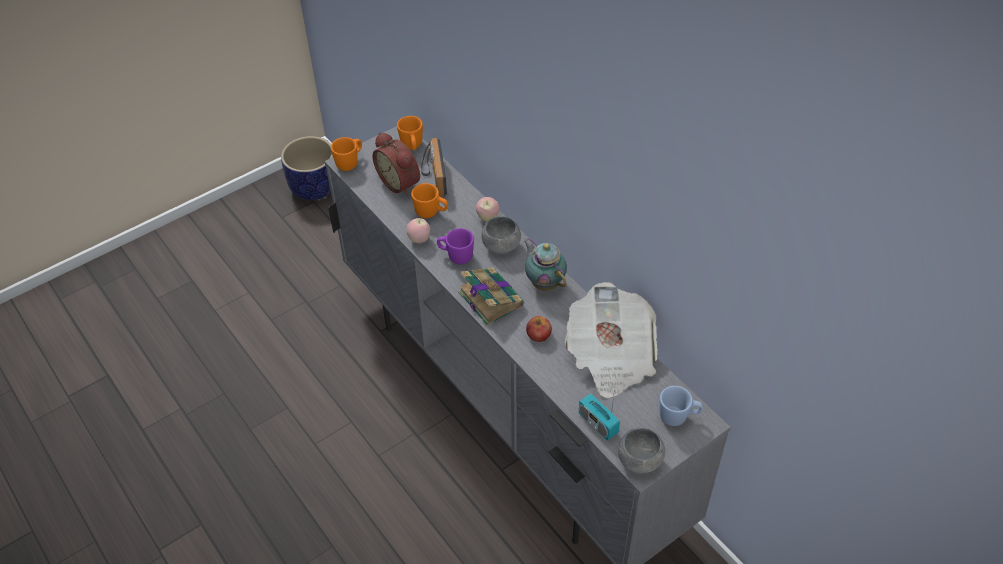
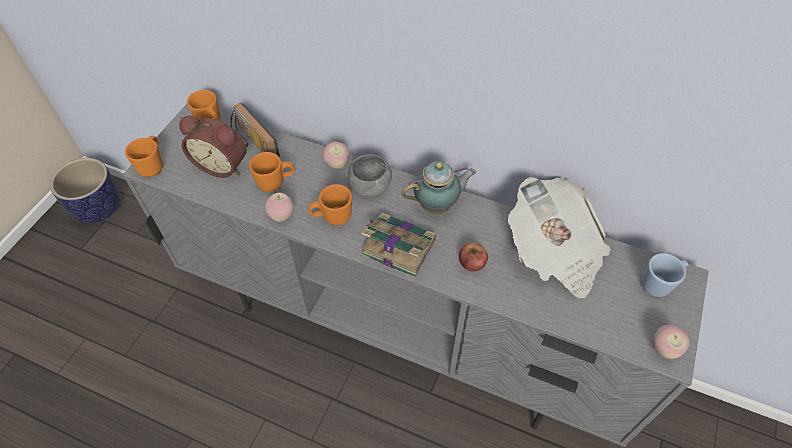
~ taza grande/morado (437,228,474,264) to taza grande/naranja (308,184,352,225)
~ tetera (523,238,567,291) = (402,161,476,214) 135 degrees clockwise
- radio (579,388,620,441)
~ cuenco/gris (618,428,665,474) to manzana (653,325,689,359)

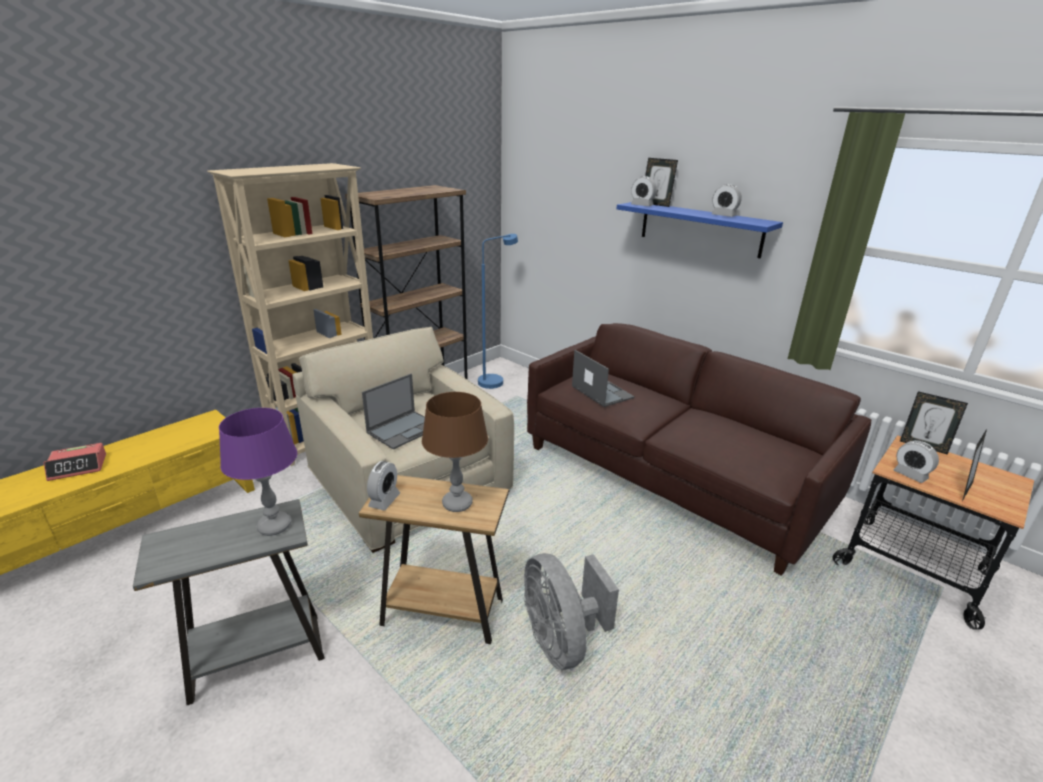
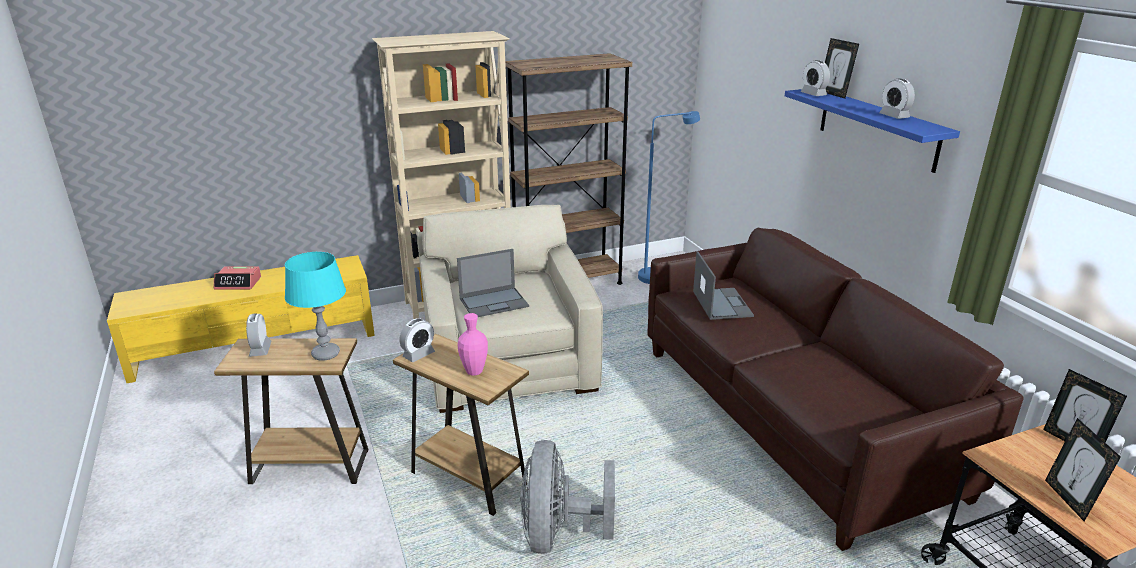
~ lámpara de mesa/marrón (422,392,488,512) to florero/rosa (457,313,488,376)
~ lámpara de mesa/morado (219,408,297,536) to lámpara de mesa/turquesa (285,252,346,361)
~ portarretratos (962,429,987,501) = (1045,418,1121,521) 105 degrees clockwise
~ despertador (893,440,939,483) to (246,313,271,357)
~ mesa auxiliar/gris (133,499,325,705) to mesa auxiliar/marrón (214,338,369,484)

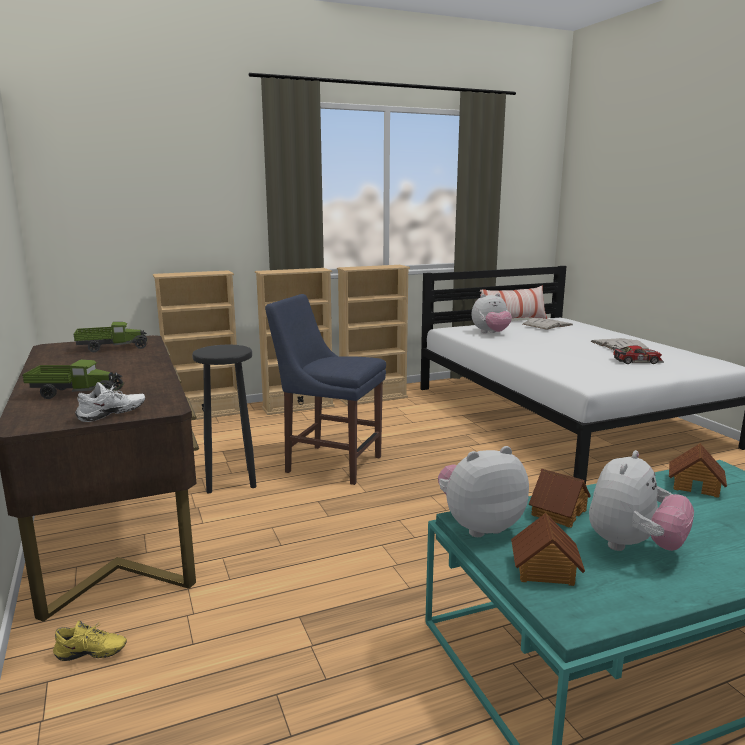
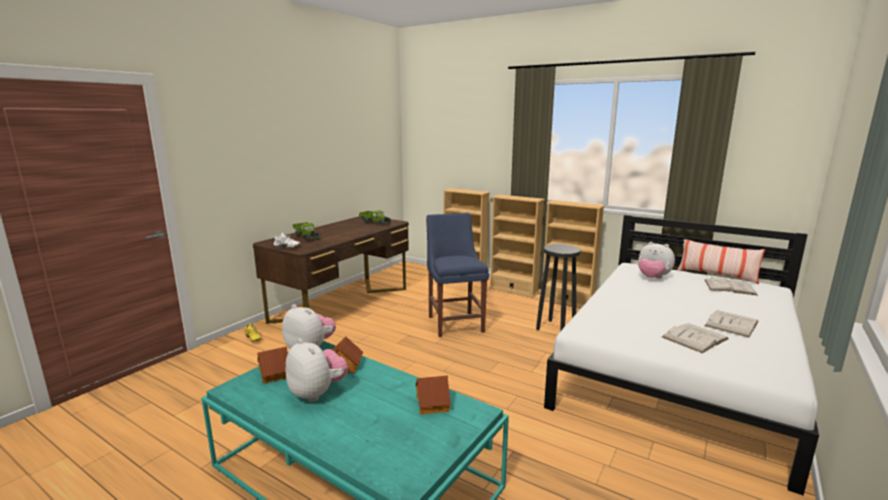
~ taburete/negro (192,345,257,493) to (536,244,581,331)
~ coche de juguete (612,346,664,364) to libro/blanco (662,323,729,353)
~ peluche (589,450,694,551) = (285,338,348,402) 135 degrees counterclockwise

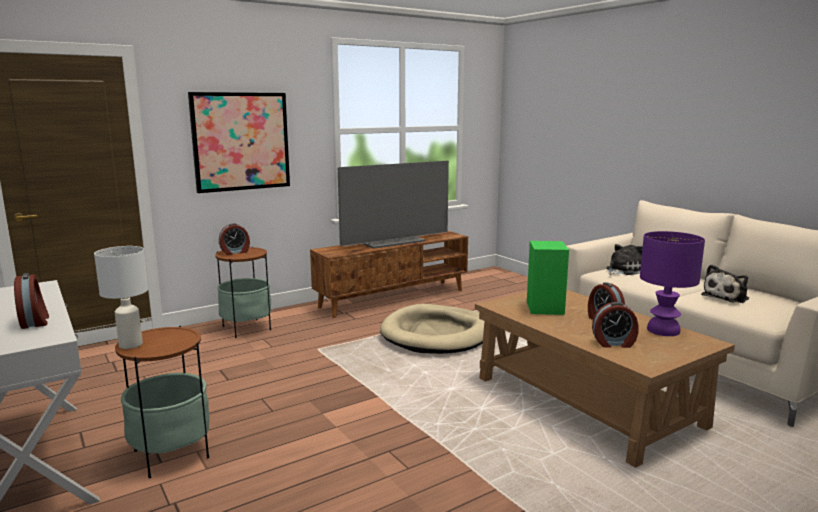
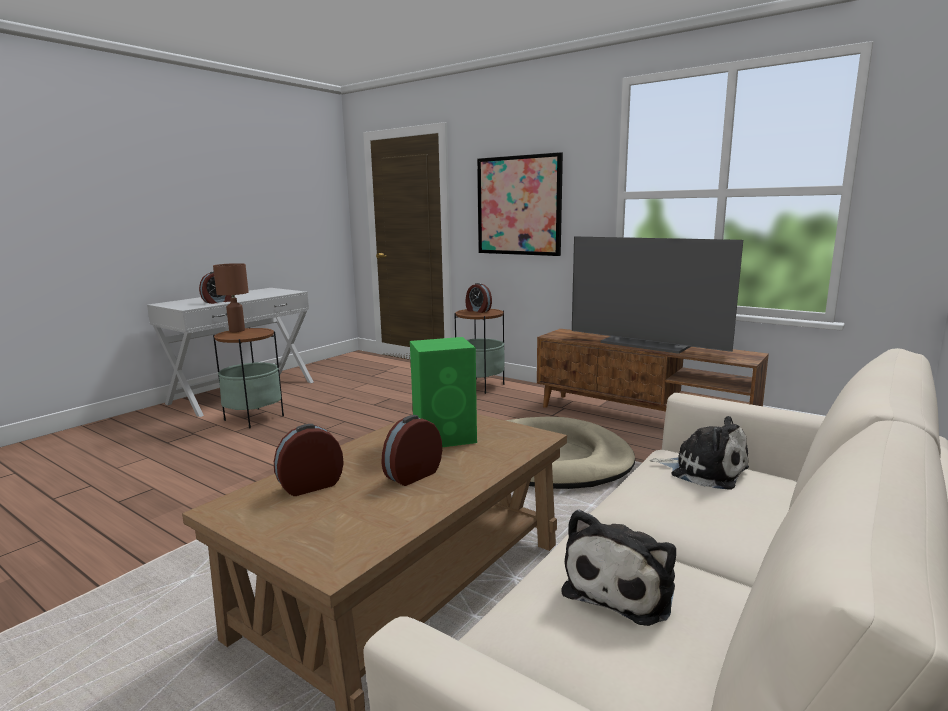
- lámpara de mesa/morado (640,231,705,336)
~ lámpara de mesa/blanco (94,246,148,349) to lámpara de mesa/marrón (213,263,249,332)
~ peluche (701,265,749,303) = (562,509,676,626) 90 degrees counterclockwise
~ despertador (592,302,639,348) = (274,424,344,496) 75 degrees clockwise

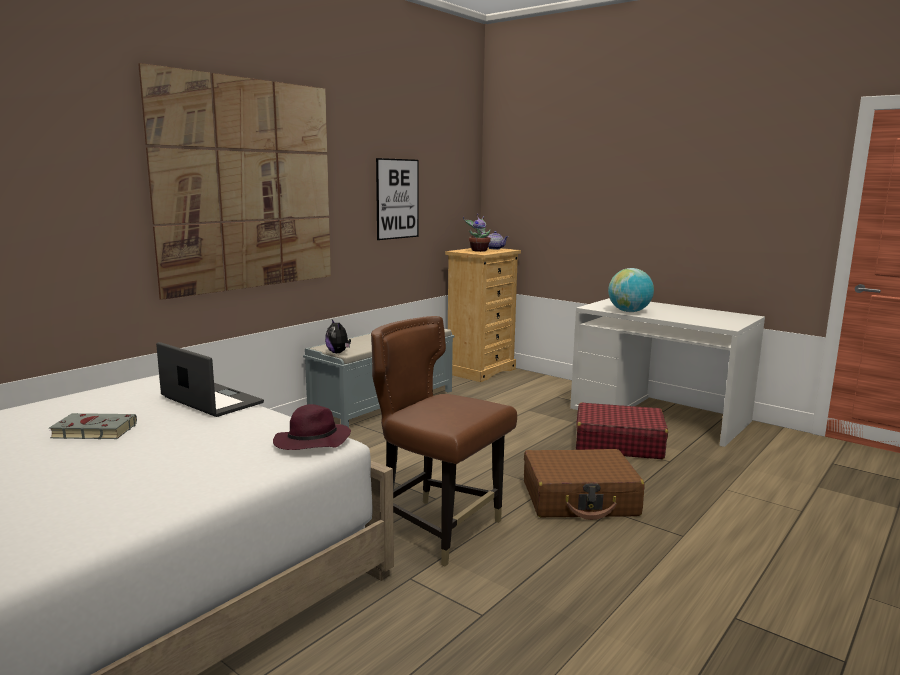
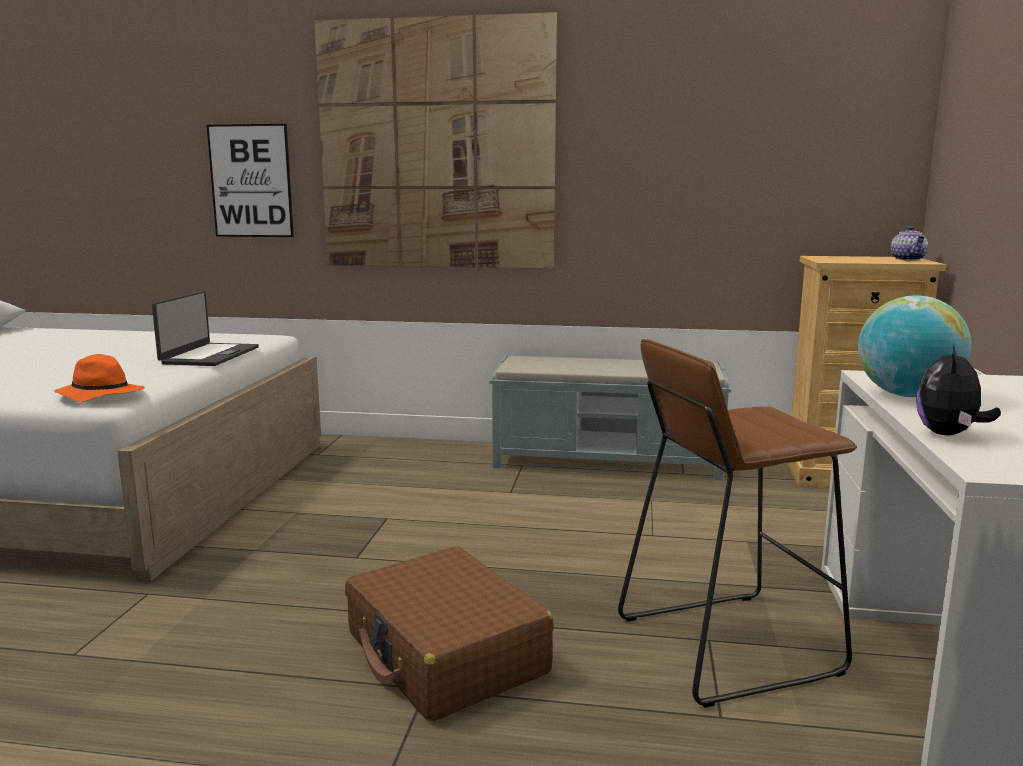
~ cuadro (376,158,419,240) to (207,124,294,237)
- planta en maceta (463,214,491,252)
- silla/marrón (371,316,517,566)
~ peluche (325,320,351,353) to (916,345,1001,435)
~ maleta/rojo (576,403,668,459) to taburete/marrón (618,339,857,708)
~ sombrero/morado (273,404,351,450) to sombrero/naranja (54,354,145,402)
- libro/gris (49,413,137,439)

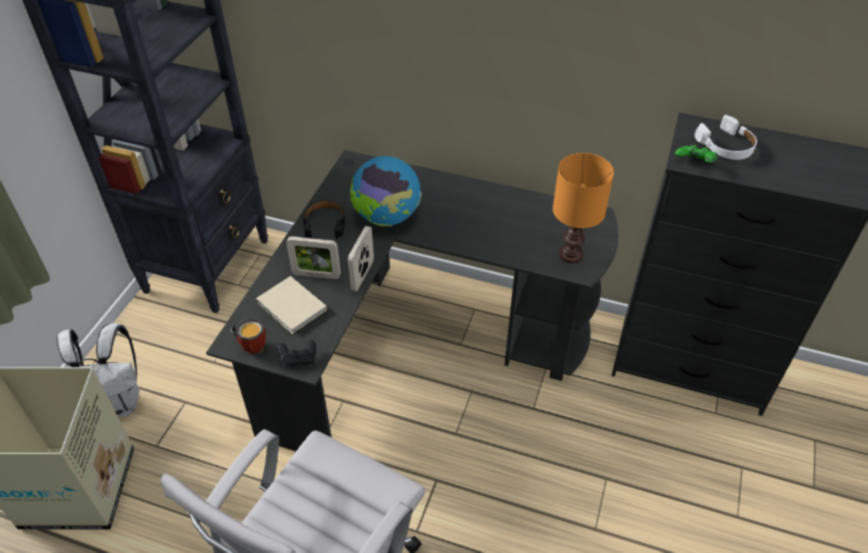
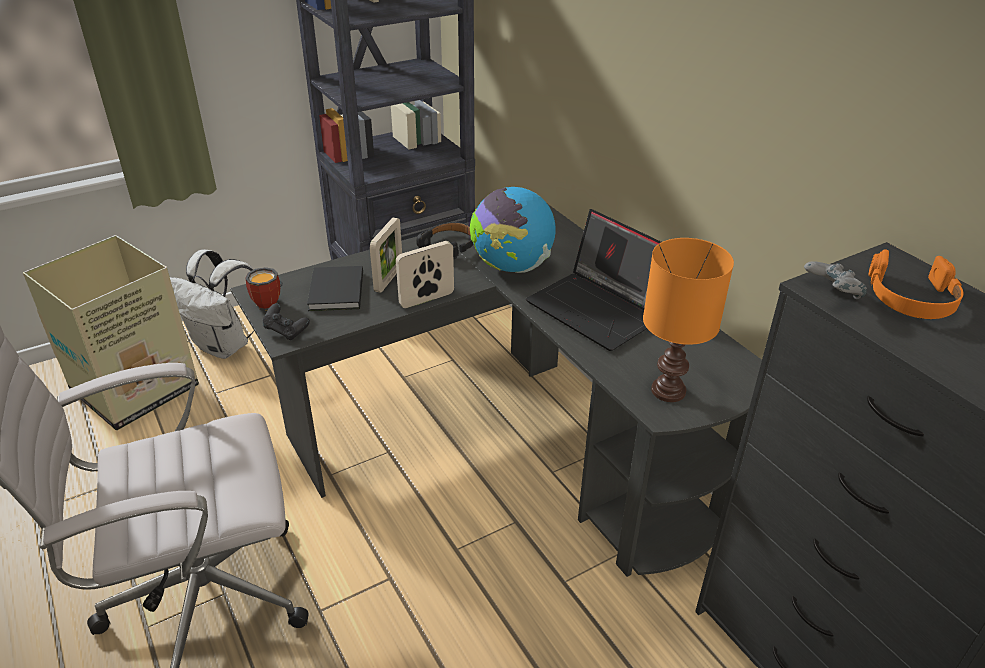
~ auriculares/blanco (695,115,757,160) to auriculares/naranja (869,249,964,319)
~ mando de consola/verde (675,145,717,163) to mando de consola/gris (804,261,867,299)
~ portarretratos (286,236,341,279) = (370,217,402,293) 120 degrees counterclockwise
~ libro/beis (256,276,327,334) to libro/negro (307,266,363,311)
+ portátil (526,209,661,351)

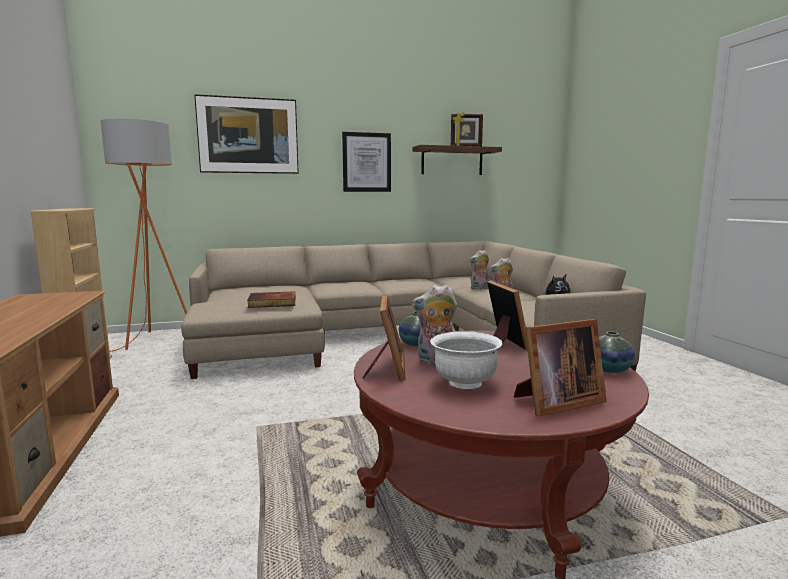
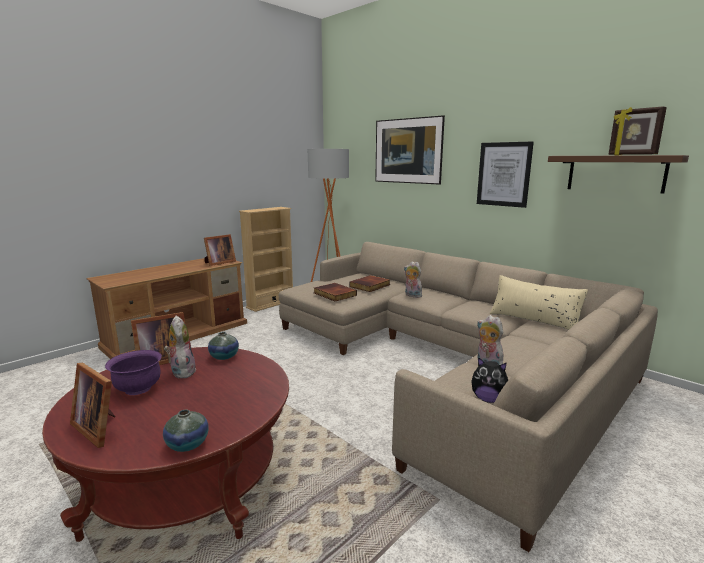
~ peluche (469,250,490,290) to (404,261,422,298)
~ portarretratos (487,280,527,350) to (204,234,236,266)
~ cuenco/blanco (430,331,503,389) to cuenco/morado (105,350,162,395)
+ libro (349,275,390,292)
+ cojín/beis (489,275,588,330)

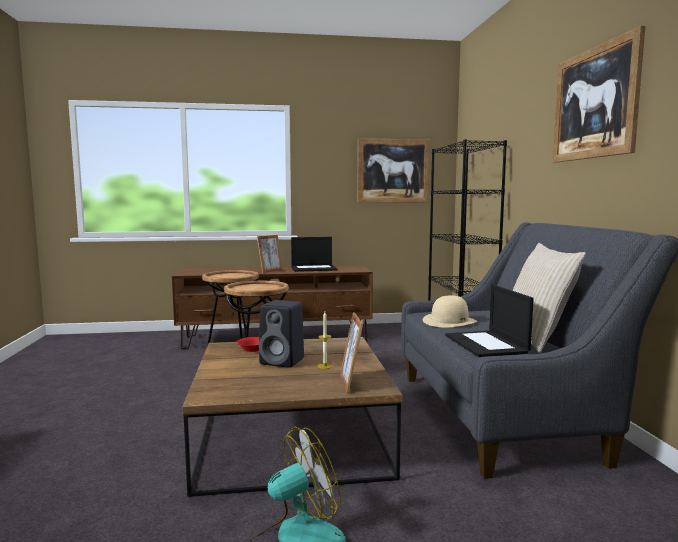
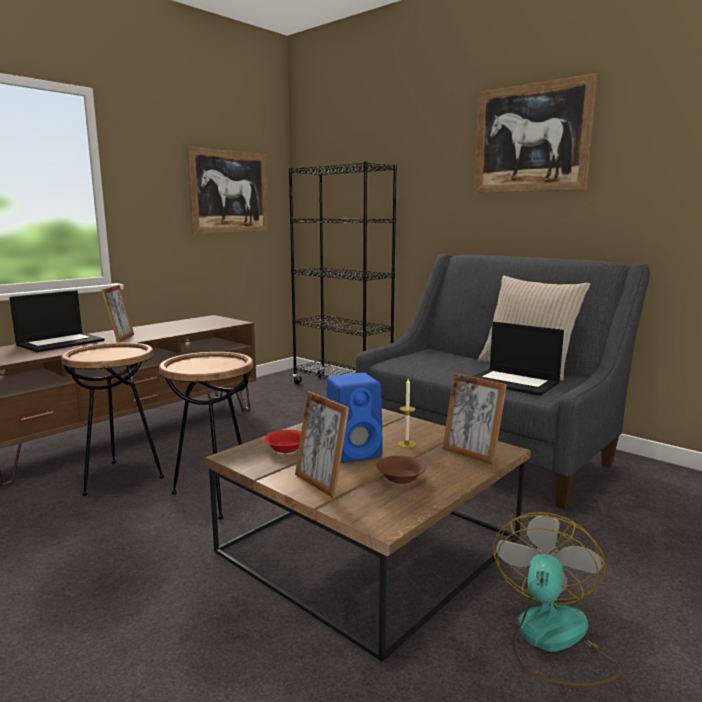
~ portátil (291,237,338,272) to (9,290,104,352)
- sombrero/beis (423,295,477,327)
~ altavoz/negro (259,300,304,368) to altavoz/azul (327,373,383,463)
+ portarretratos (295,391,349,498)
+ cuenco/marrón (377,456,426,484)

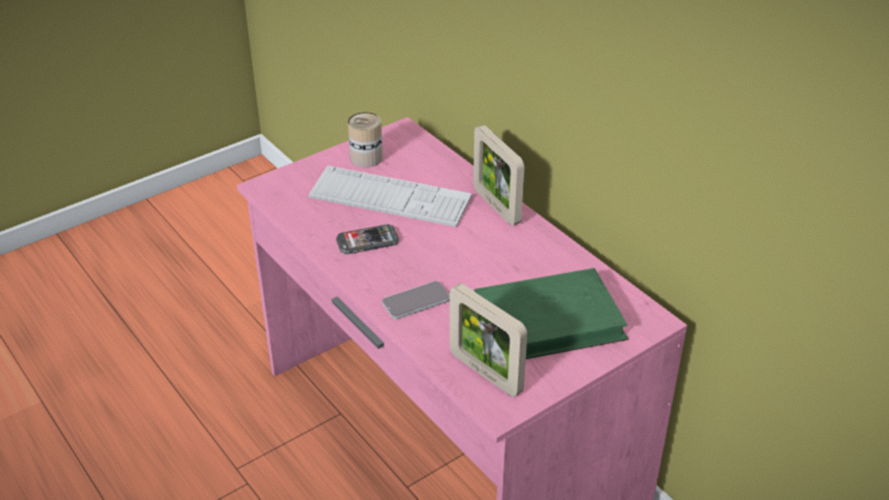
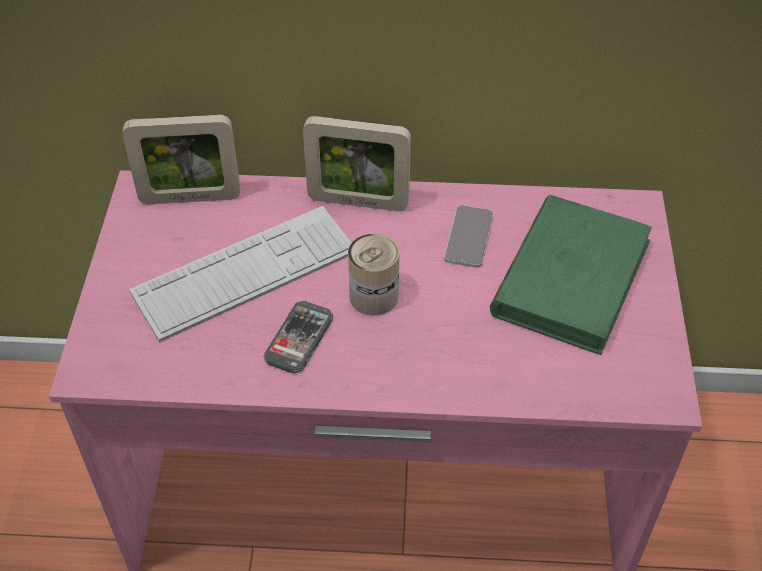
~ lata (348,112,383,168) to (348,234,399,316)
~ móvil (382,281,450,319) to (444,205,493,268)
~ portarretratos (450,283,527,397) to (122,115,240,204)

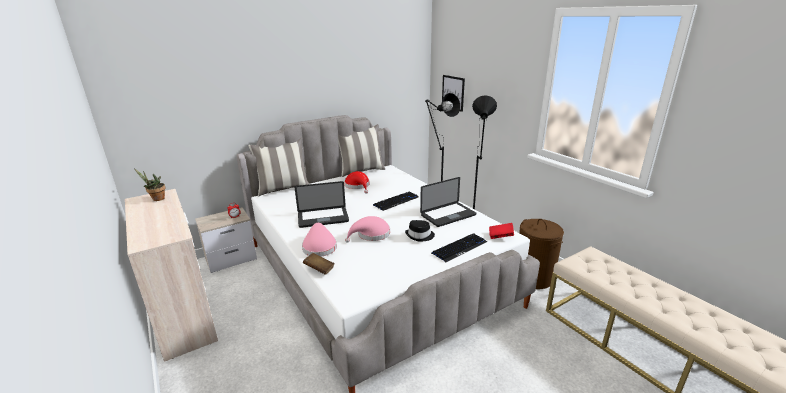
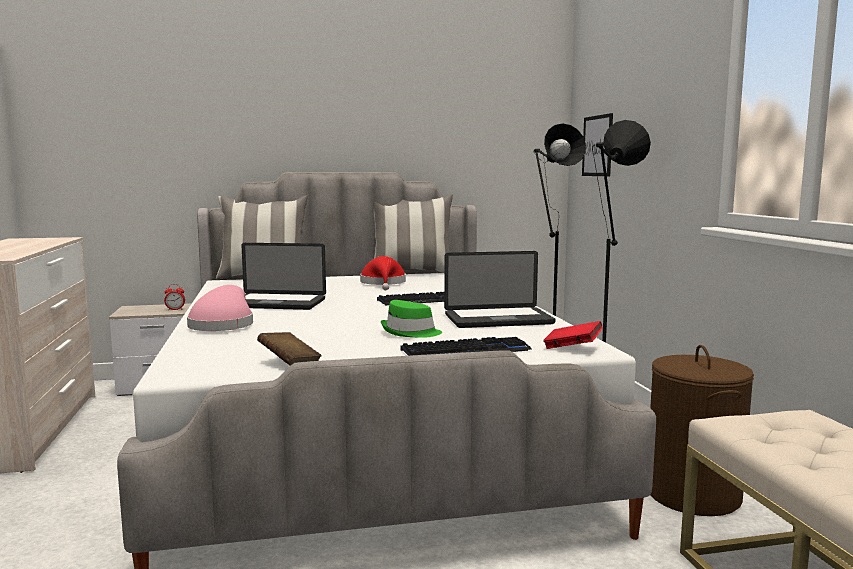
- planta en maceta (134,169,165,201)
- sombrero/rosa (345,216,390,243)
~ sombrero/negro (405,220,435,242) to sombrero/verde (381,300,442,338)
~ libro/marrón (303,253,335,275) to (257,332,322,366)

